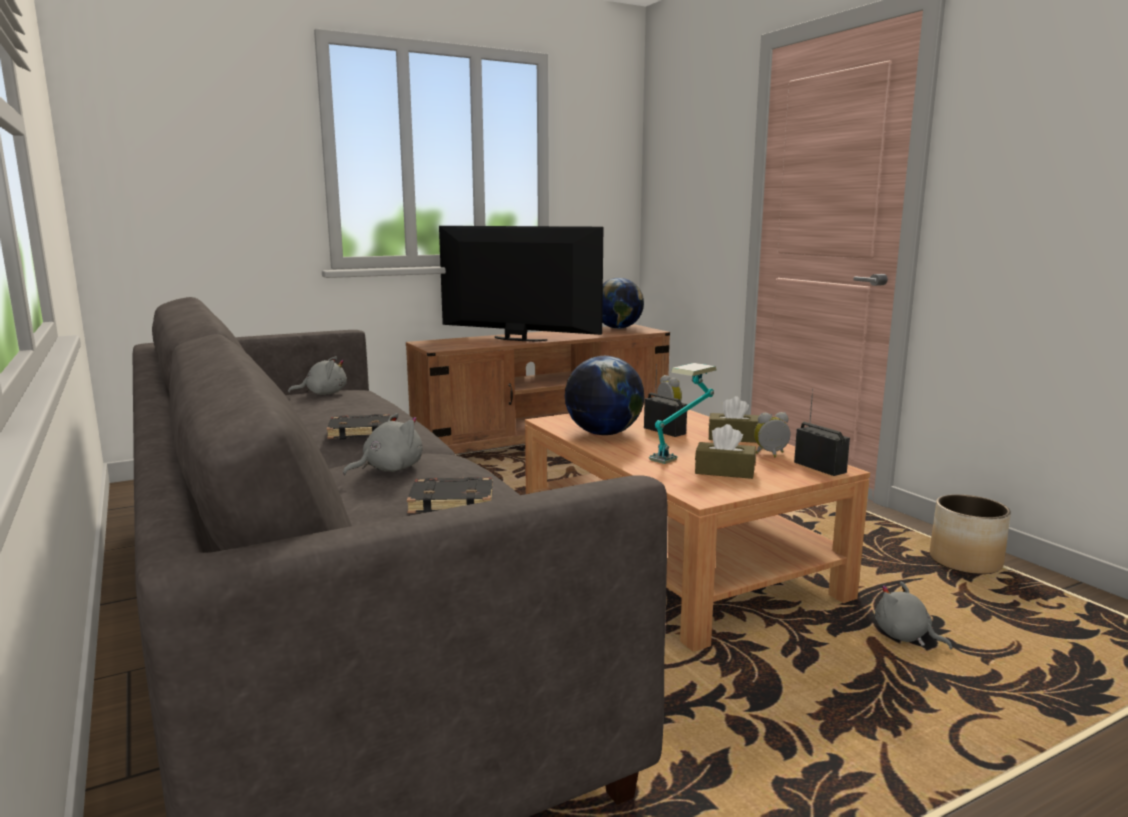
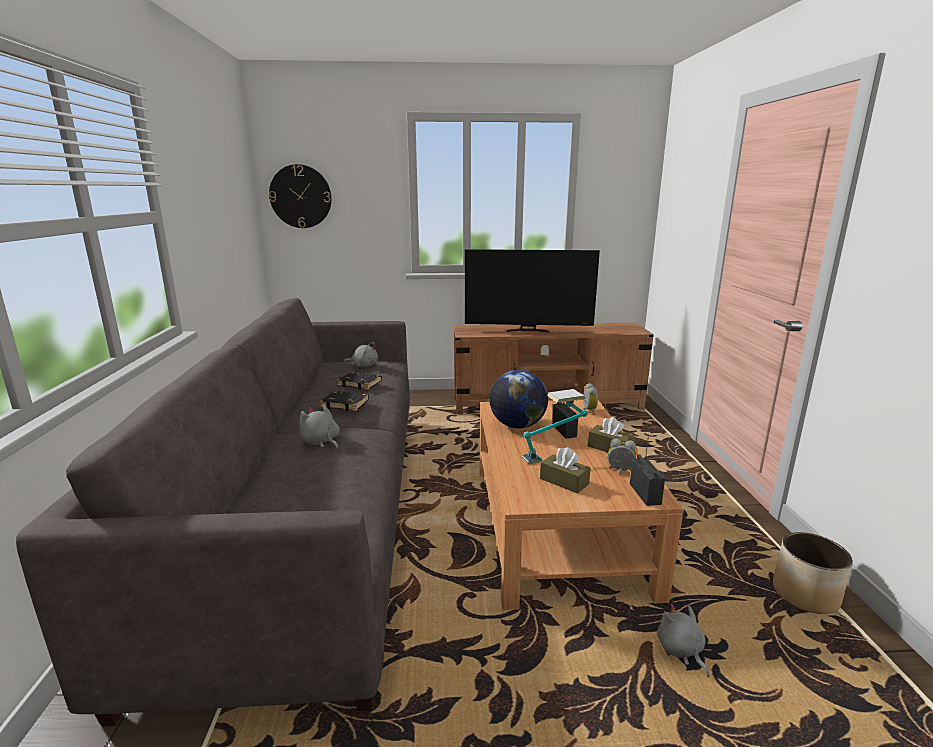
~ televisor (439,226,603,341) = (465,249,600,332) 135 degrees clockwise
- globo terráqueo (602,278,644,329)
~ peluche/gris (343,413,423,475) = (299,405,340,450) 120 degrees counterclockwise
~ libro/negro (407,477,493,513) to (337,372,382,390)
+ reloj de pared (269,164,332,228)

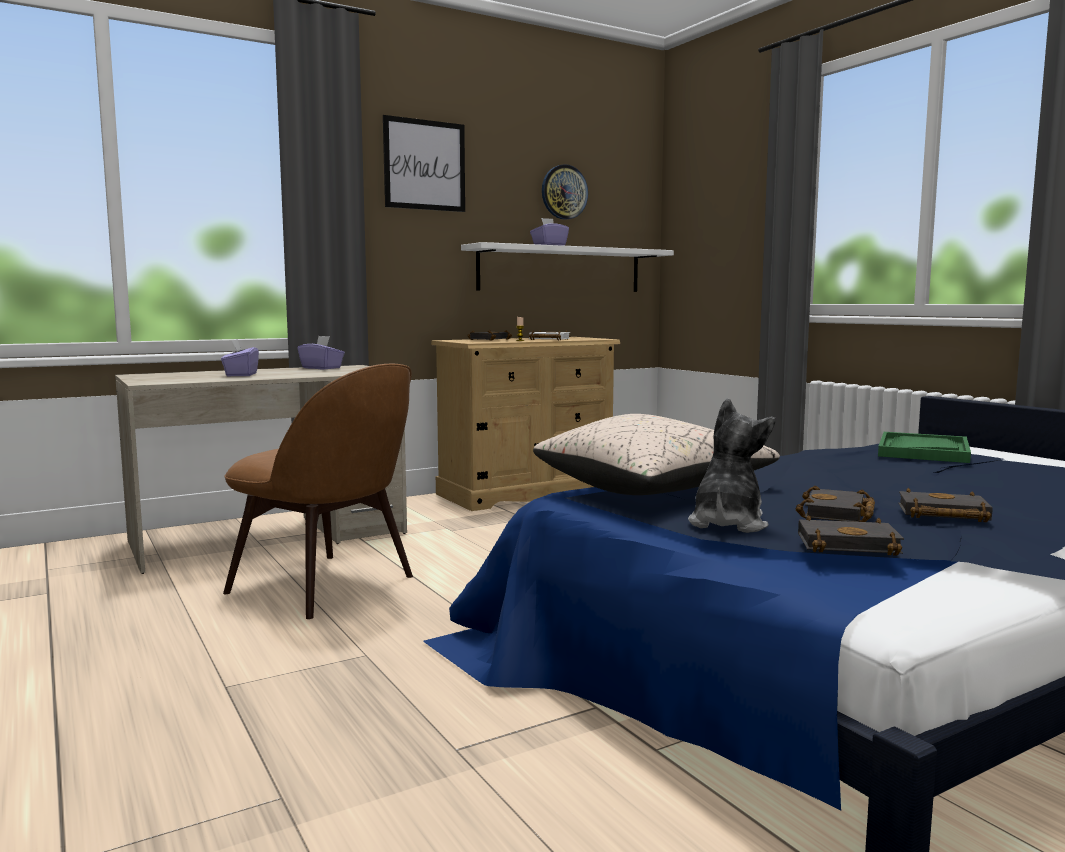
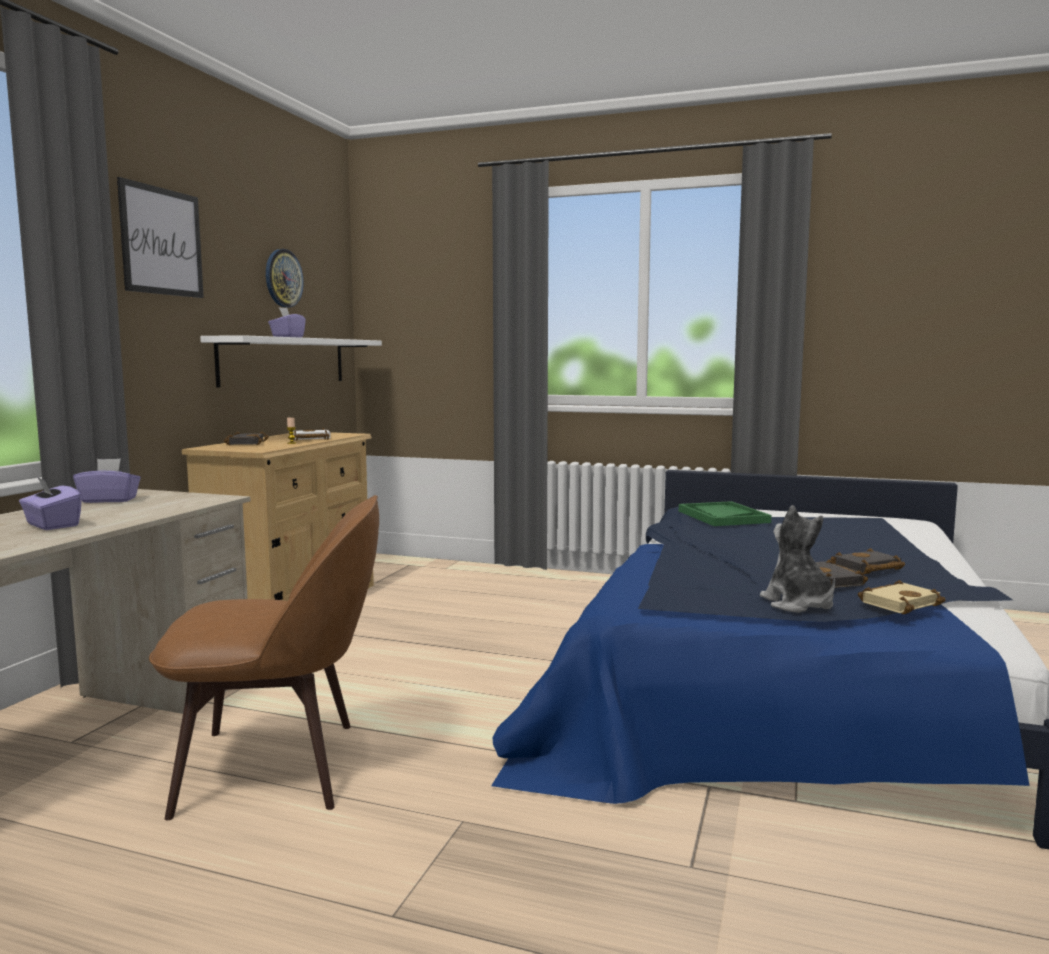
- cojín/beis (533,414,780,495)
~ libro/negro (798,515,904,556) to libro/beis (858,580,945,614)

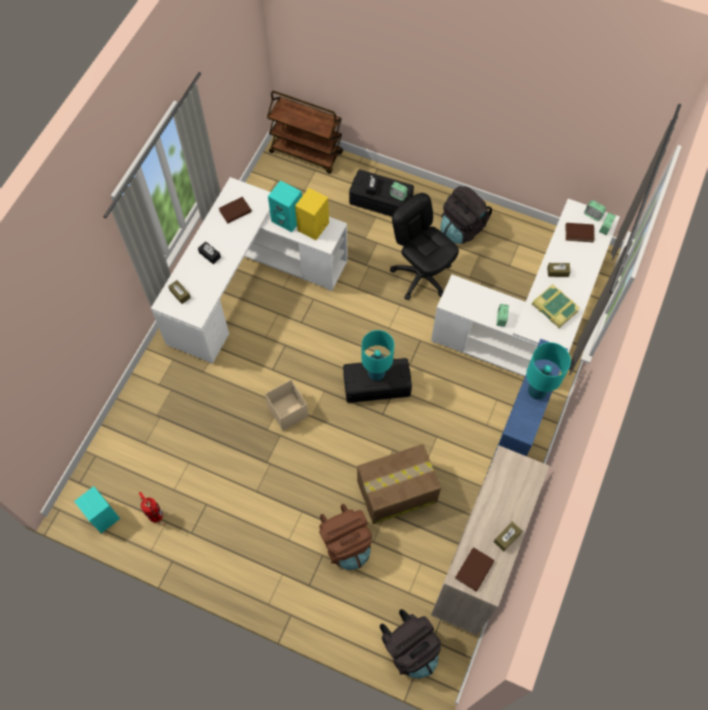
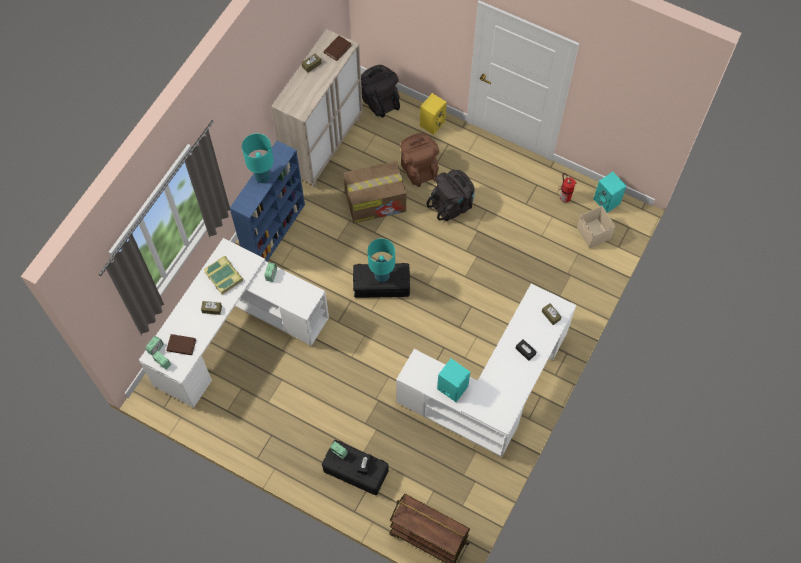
~ mochila/negro (440,186,492,244) to (426,169,475,221)
~ altavoz/amarillo (295,188,329,240) to (420,93,447,135)
- silla de oficina/negro (390,193,459,300)
- libro/marrón (219,197,252,224)
~ caja de almacenaje/beis (265,380,308,431) to (577,206,615,248)

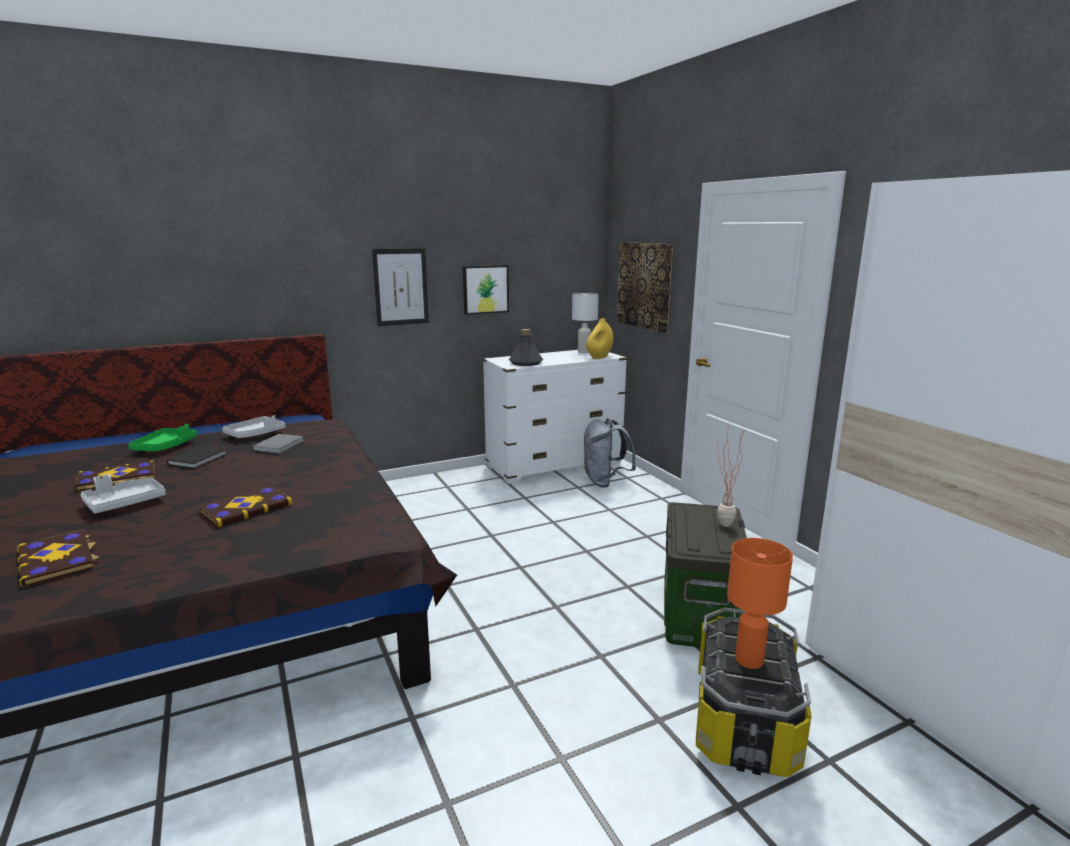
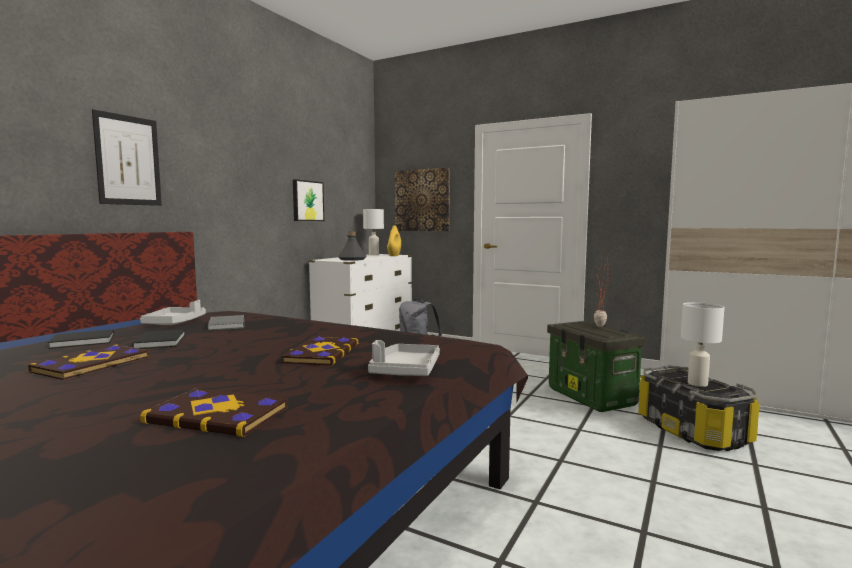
~ cuadro (372,248,429,326) to (92,109,162,206)
~ bandeja/verde (128,424,197,451) to libro/negro (48,329,114,349)
~ bandeja/gris (80,474,166,514) to (368,340,440,376)
~ lámpara de mesa/naranja (727,538,793,669) to lámpara de mesa/blanco (681,302,724,387)

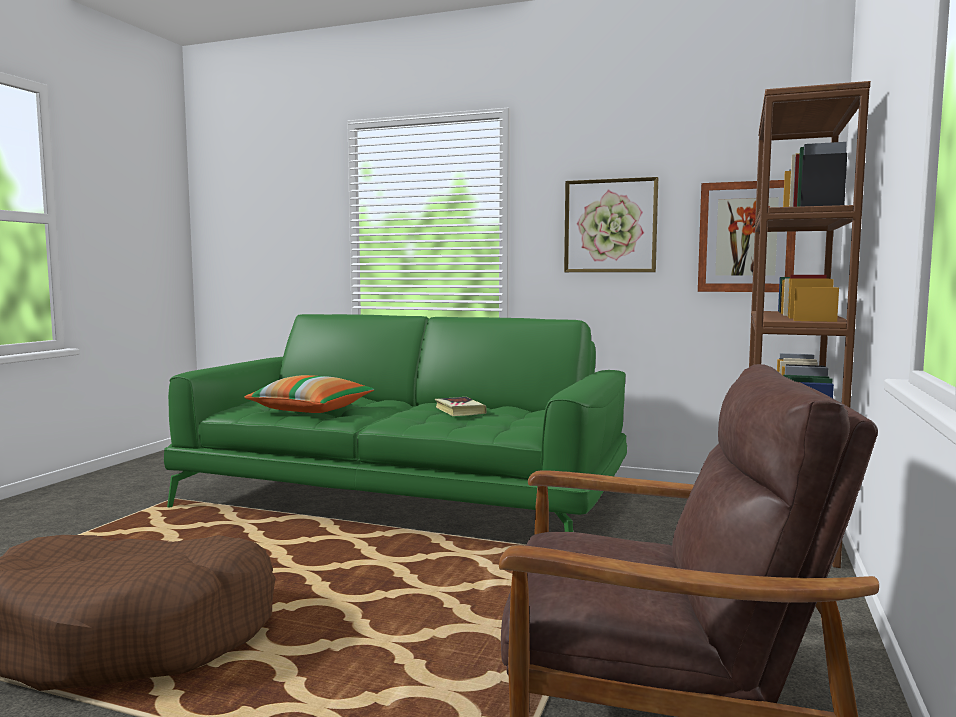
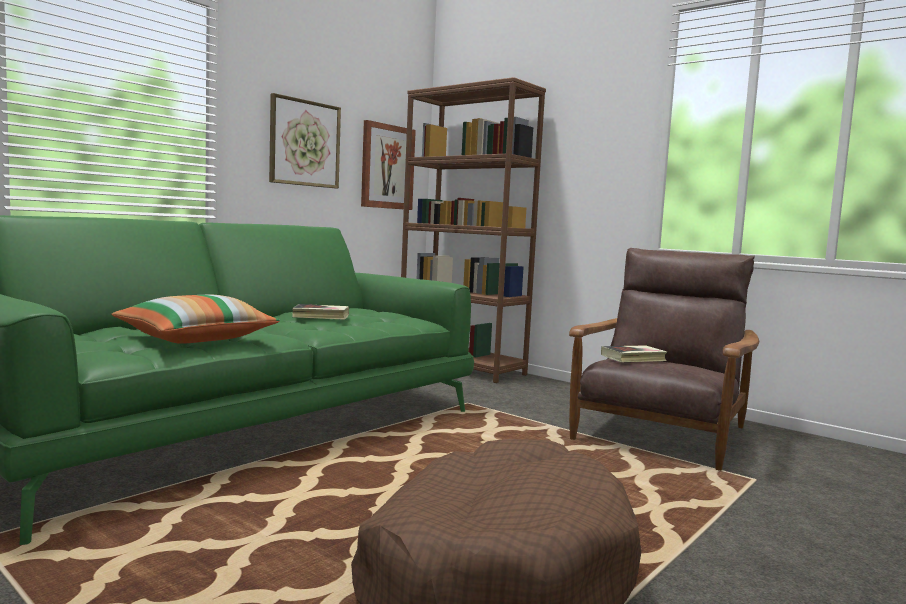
+ libro (601,345,667,362)

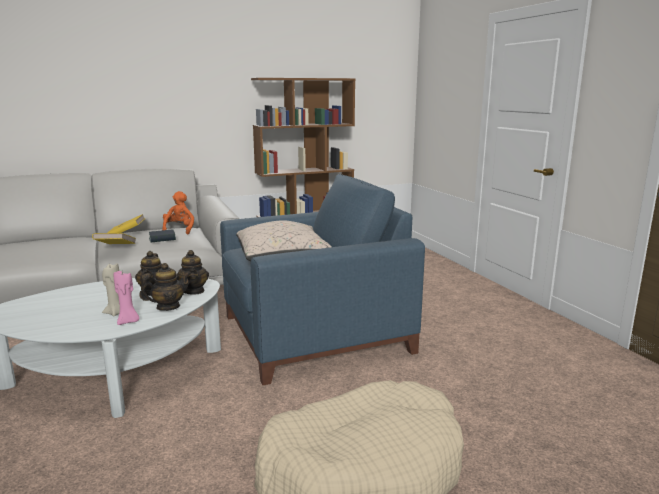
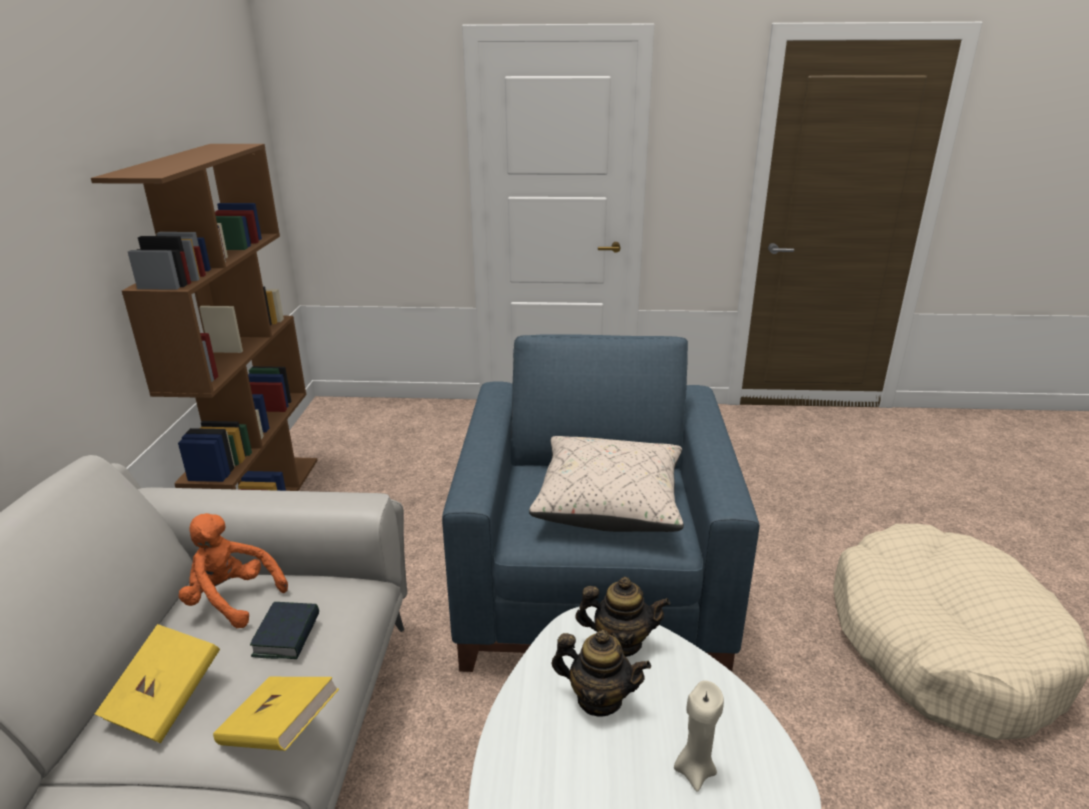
- tetera (139,263,191,311)
- vela/rosa (113,271,139,325)

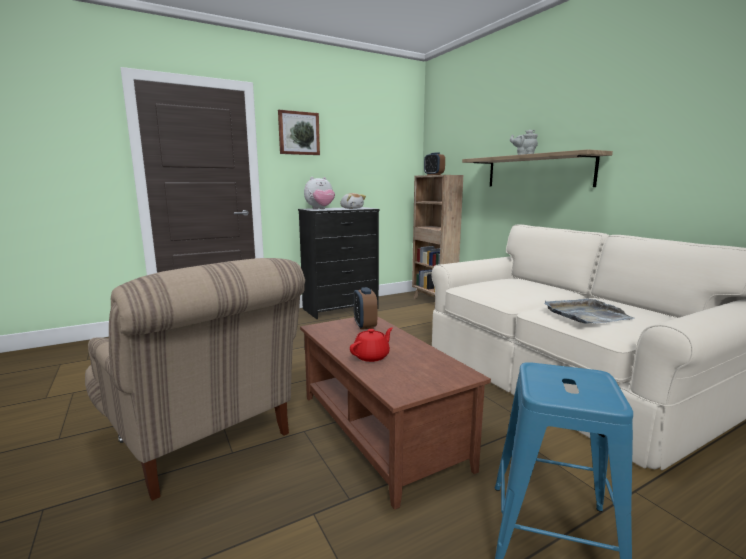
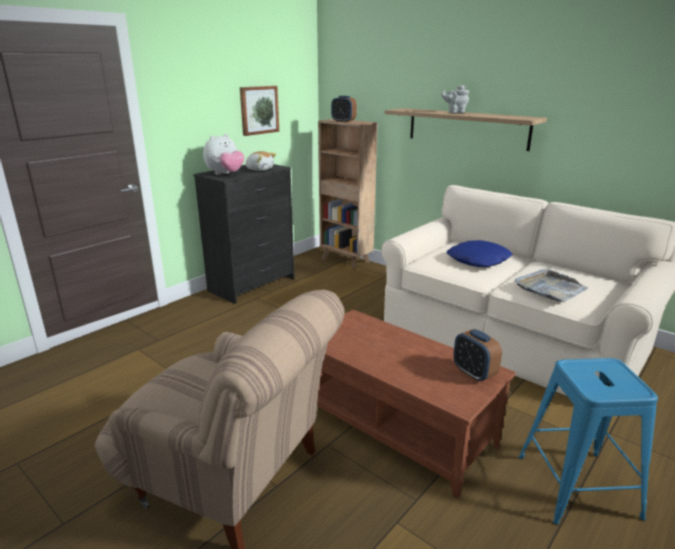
~ cuadro (278,110,320,155) to (240,86,279,136)
~ despertador (354,287,377,330) to (453,329,502,382)
- tetera/rojo (350,328,393,362)
+ cojín/azul (447,240,512,267)

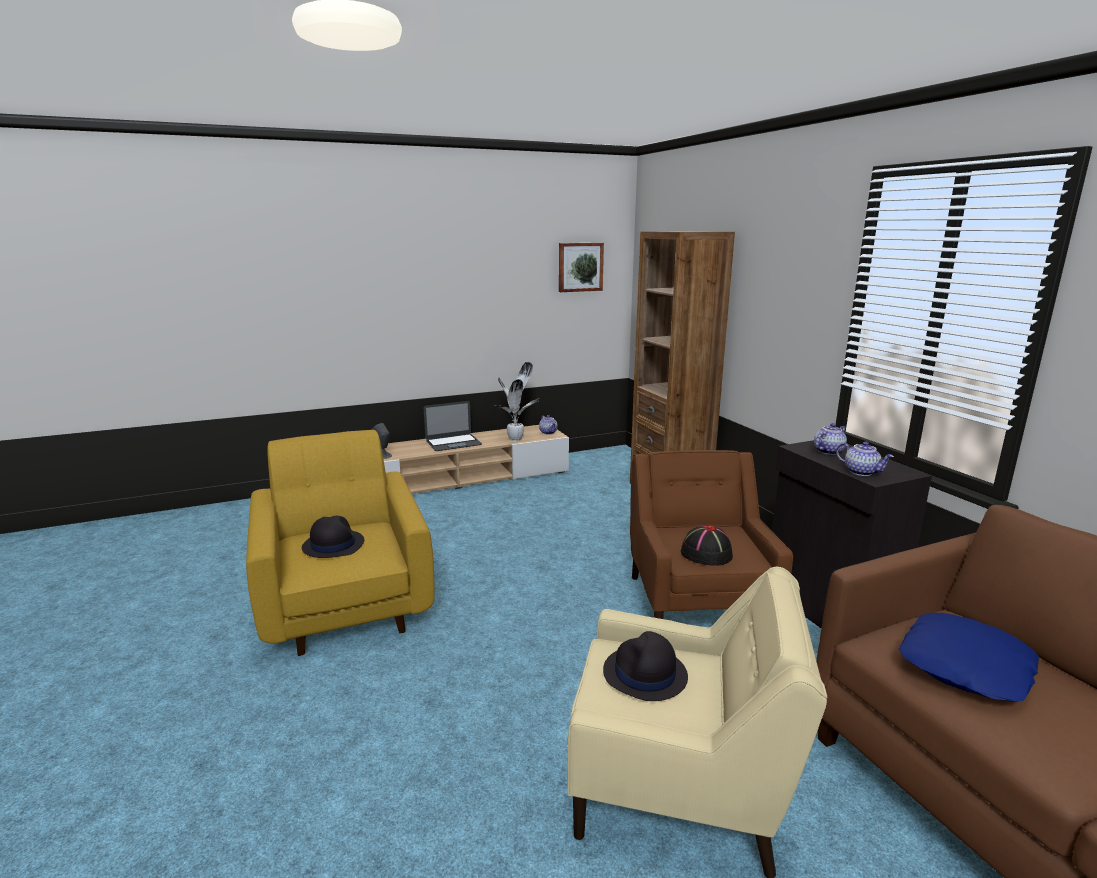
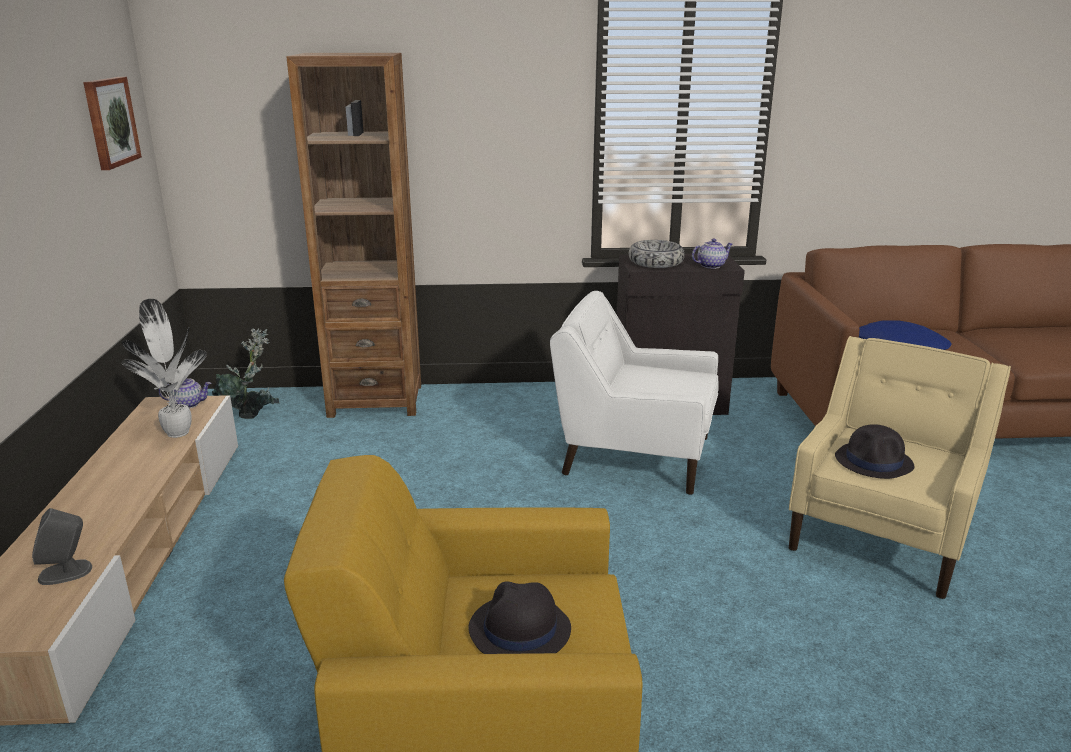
- portátil (424,401,482,451)
~ tetera (814,423,847,455) to cuenco (629,240,685,268)
~ sillón/marrón (630,450,793,619) to sillón/blanco (550,291,718,495)
- sombrero/negro (681,525,733,566)
+ planta en maceta (212,328,279,419)

